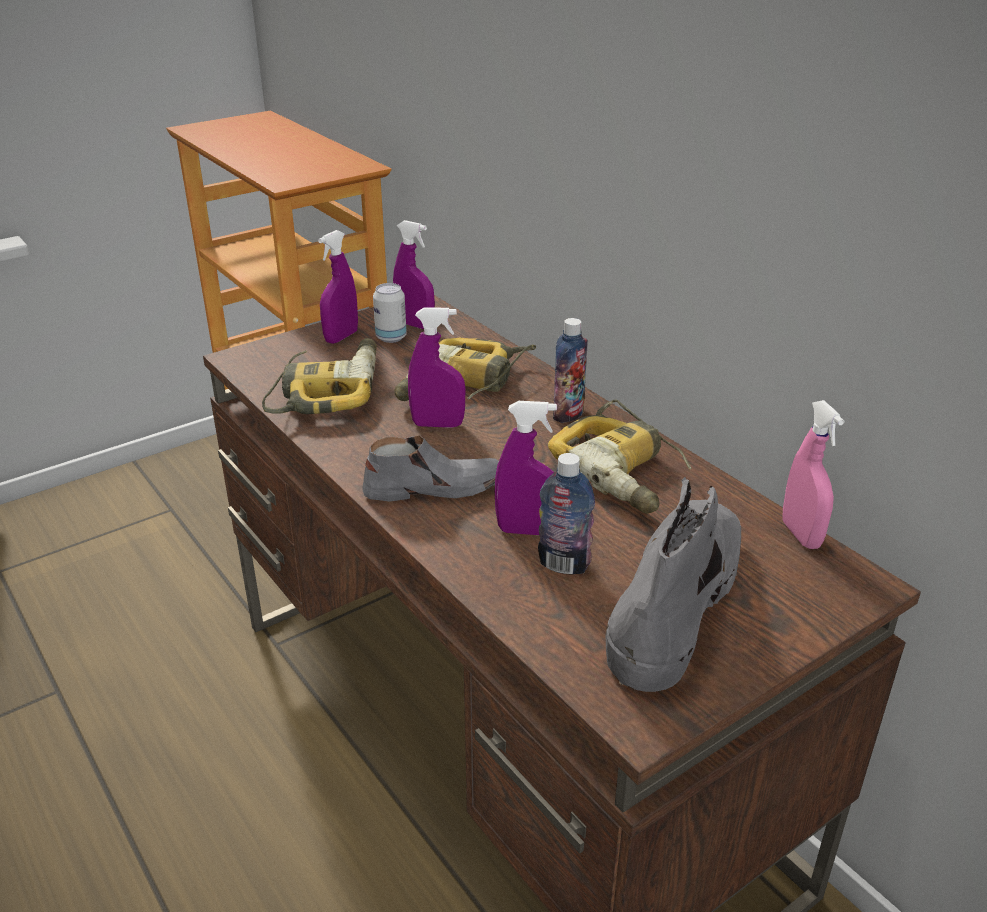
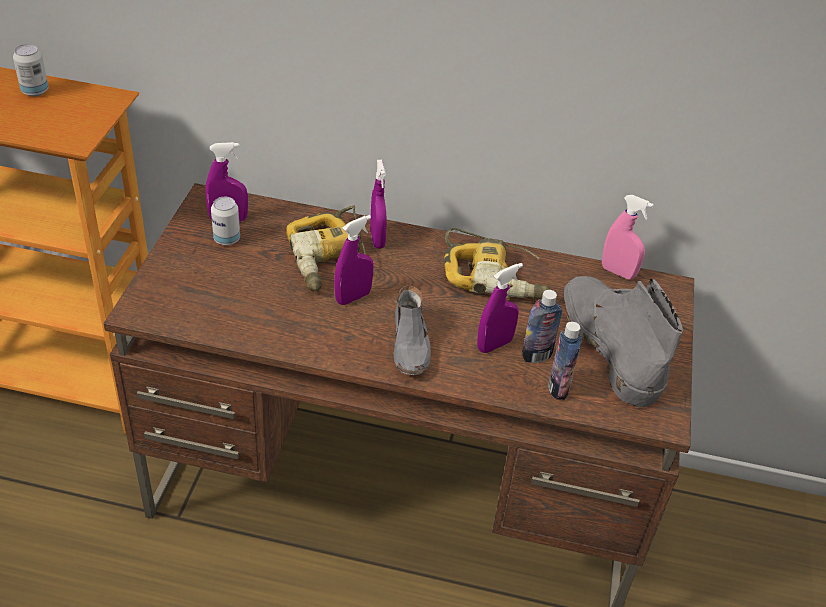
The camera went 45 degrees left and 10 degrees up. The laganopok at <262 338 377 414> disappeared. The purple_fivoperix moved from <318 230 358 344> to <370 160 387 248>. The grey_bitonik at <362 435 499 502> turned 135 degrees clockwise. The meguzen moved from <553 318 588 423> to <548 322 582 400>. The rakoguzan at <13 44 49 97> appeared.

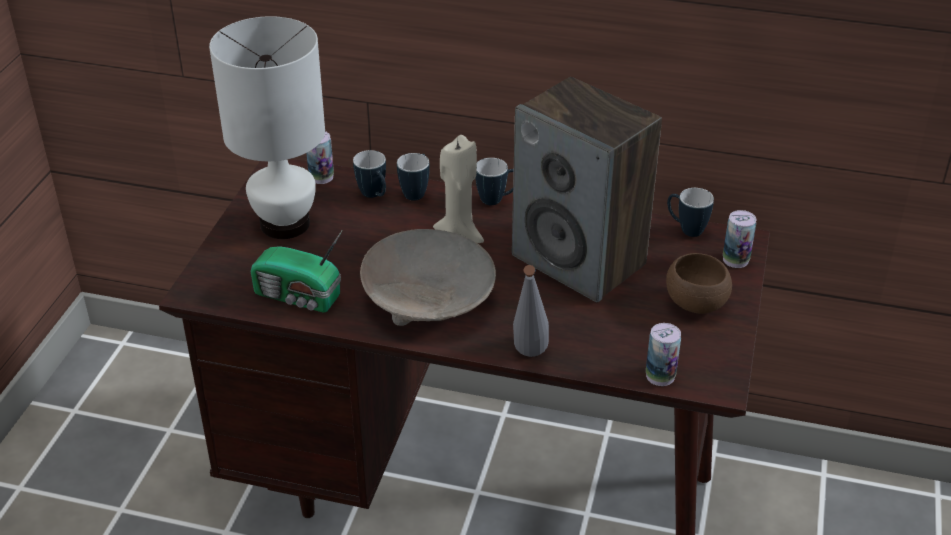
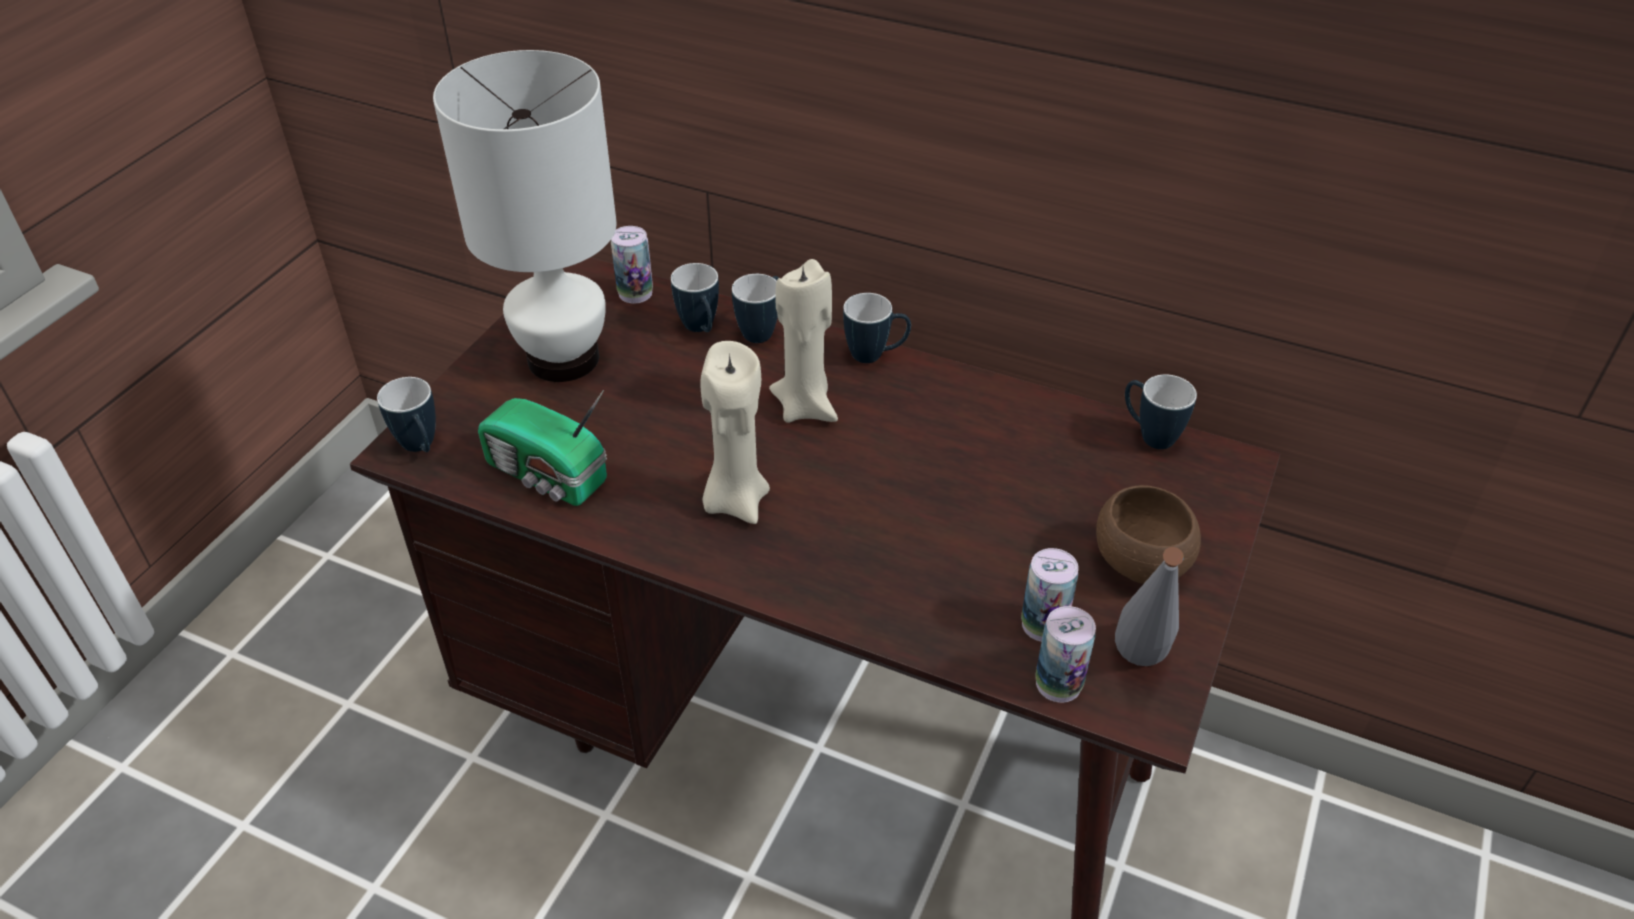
The camera went 10 degrees right and 5 degrees up. The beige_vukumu at <360 229 496 326> was replaced by the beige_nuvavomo at <700 341 770 524>. The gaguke at <512 77 662 302> disappeared. The grey_meguzen moved from <513 265 549 357> to <1115 547 1184 666>. The rakoguzan moved from <723 210 756 268> to <1021 548 1079 642>. The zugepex at <377 377 436 452> appeared.

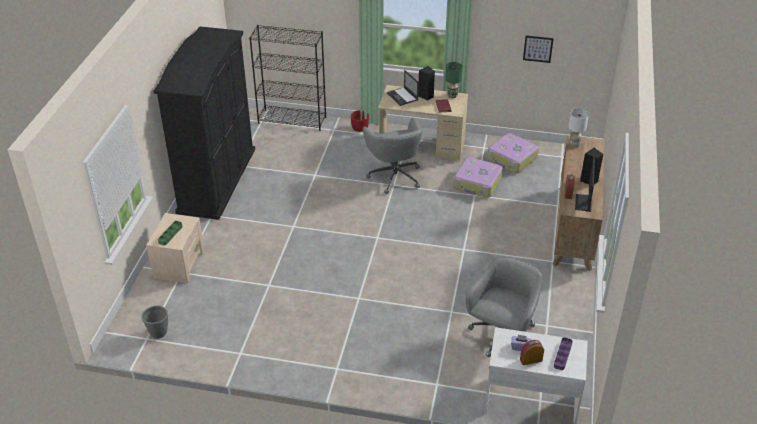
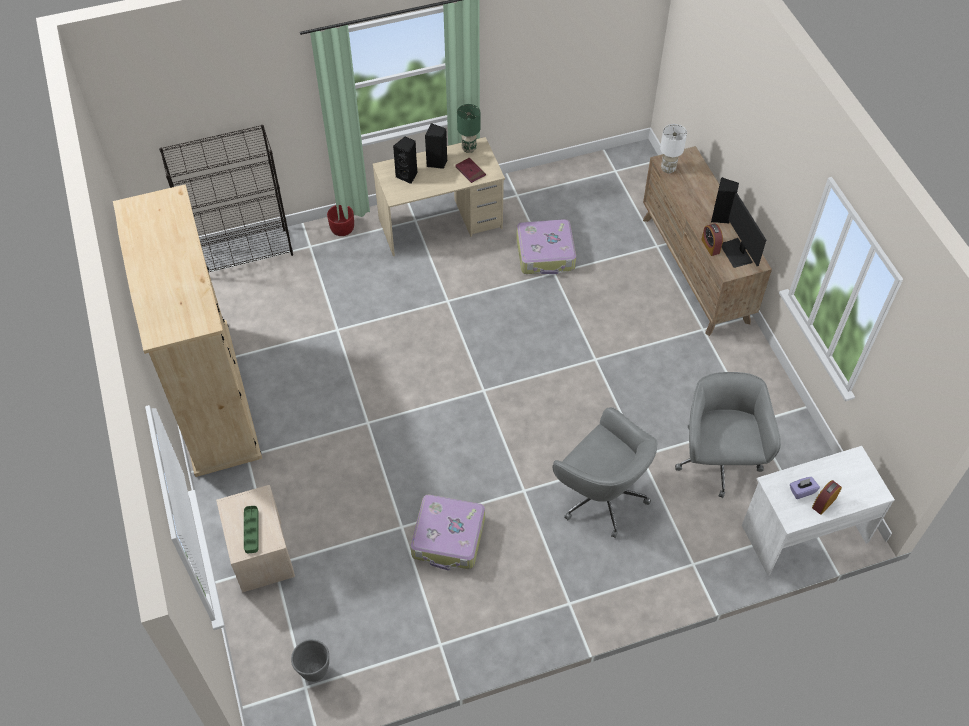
The camera went 30 degrees left and 15 degrees up. The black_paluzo at <153 26 255 220> became the beige_paluzo at <113 184 262 477>. The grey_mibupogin moved from <363 117 423 194> to <553 407 657 538>. The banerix at <387 70 419 106> was replaced by the black_gaguke at <393 136 418 184>. The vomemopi moved from <487 133 539 173> to <410 495 485 571>. The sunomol at <523 36 554 63> disappeared. The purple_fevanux at <554 337 573 370> disappeared.

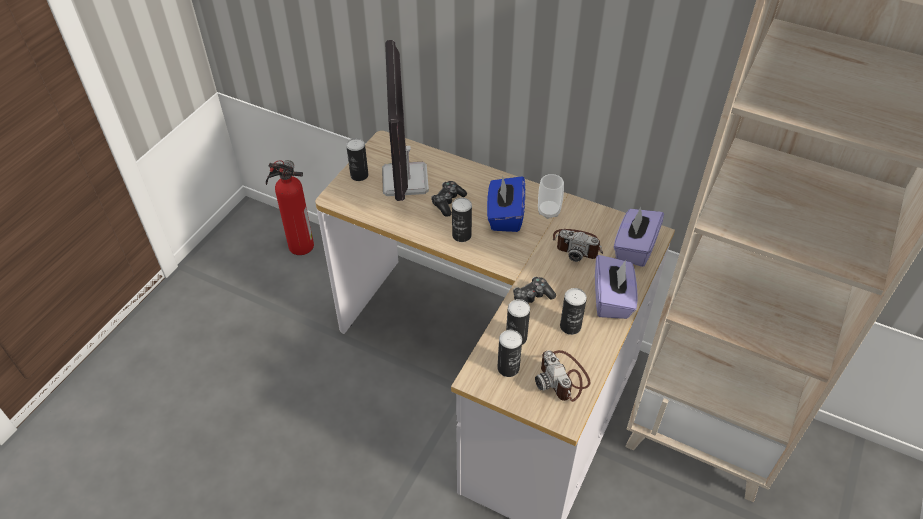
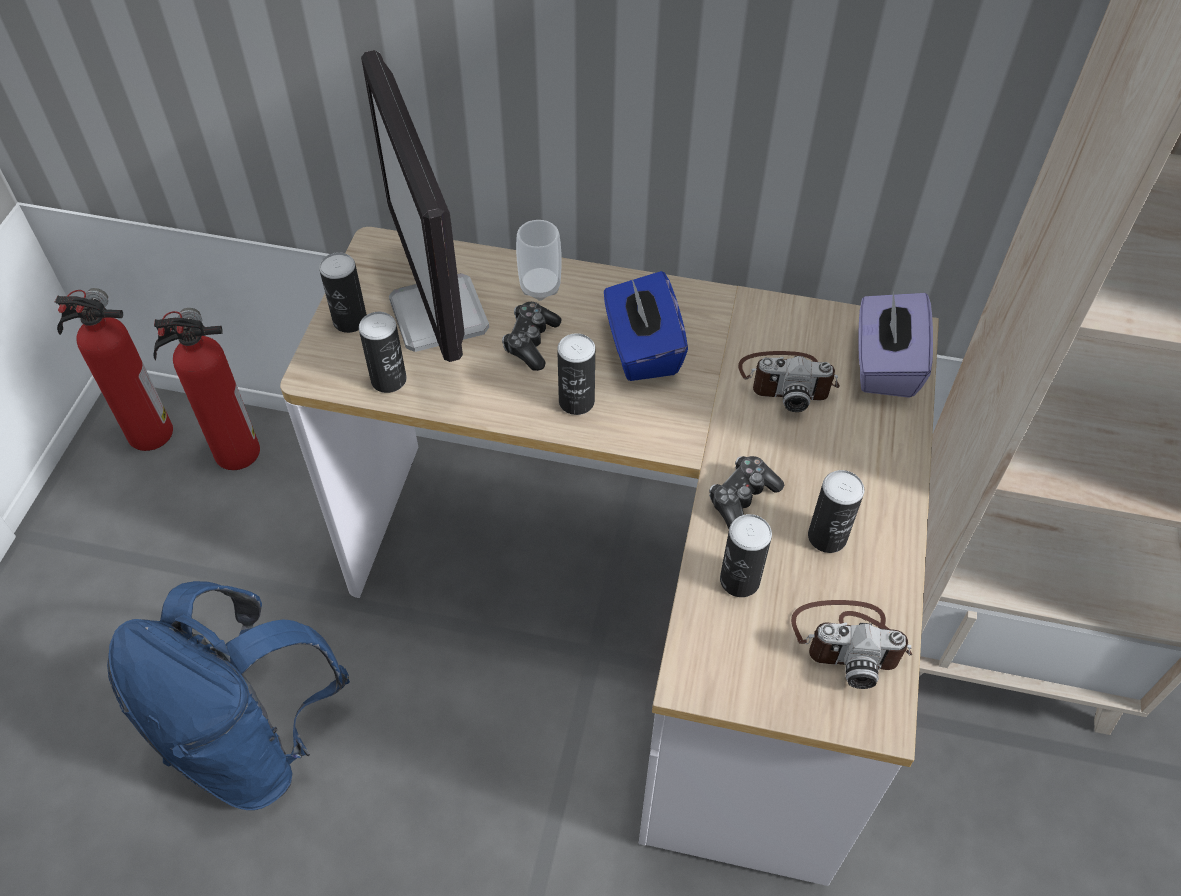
The camera went 15 degrees left and 5 degrees up. The rakoguzan moved from <497 330 522 377> to <359 312 407 393>. The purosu at <535 350 591 402> turned 45 degrees counterclockwise. The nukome moved from <538 174 564 219> to <516 220 562 301>. The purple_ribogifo at <595 255 638 319> disappeared. The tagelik at <55 288 173 451> appeared. The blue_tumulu at <107 581 350 810> appeared.

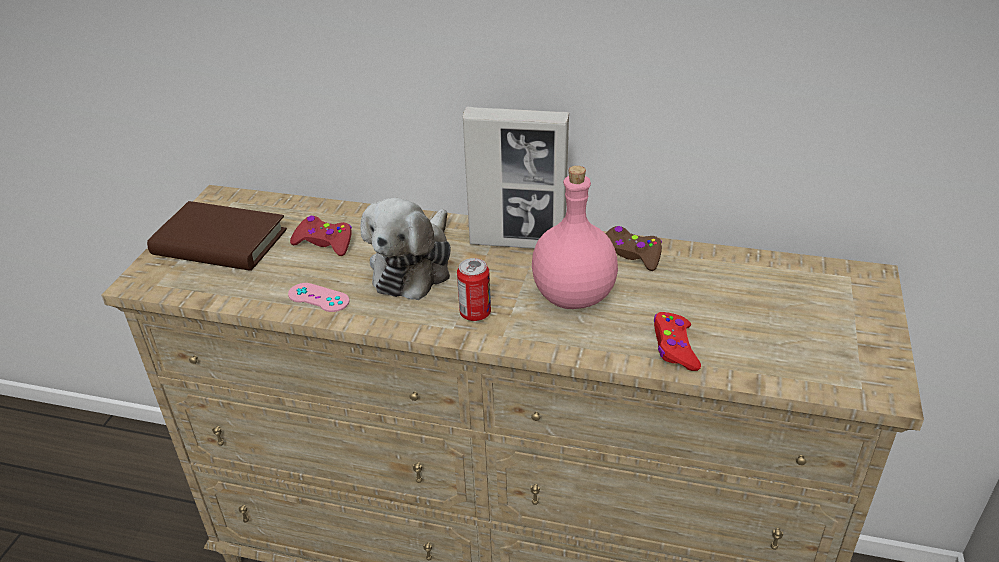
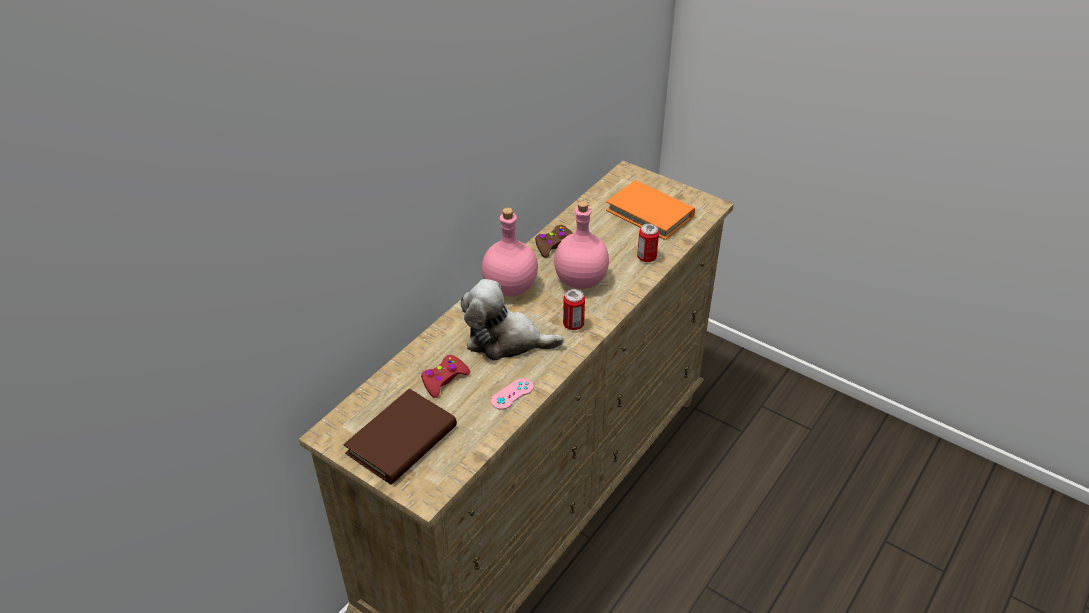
The camera went 70 degrees left and 5 degrees up. The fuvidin at <361 198 451 300> turned 150 degrees clockwise. The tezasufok at <463 107 569 249> was replaced by the pink_meguzen at <481 208 538 297>. The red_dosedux at <654 312 701 371> was replaced by the rakoguzan at <637 224 659 262>. The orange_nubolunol at <606 180 695 240> appeared.

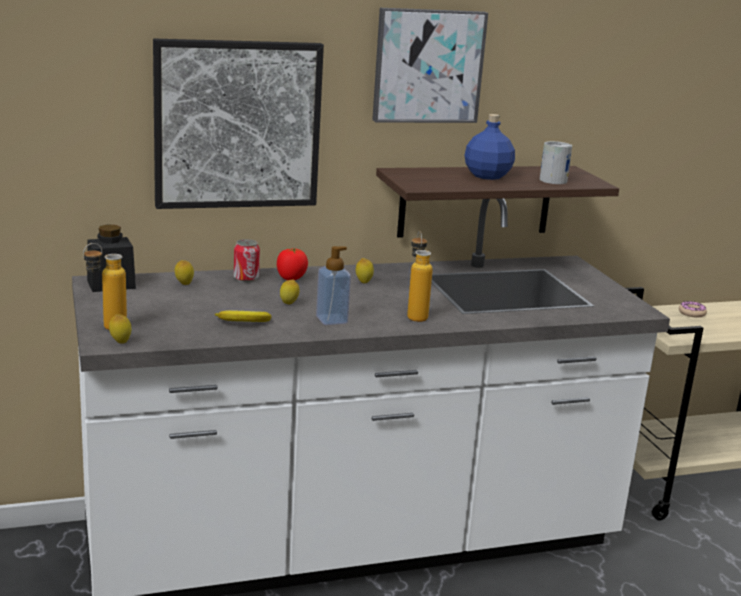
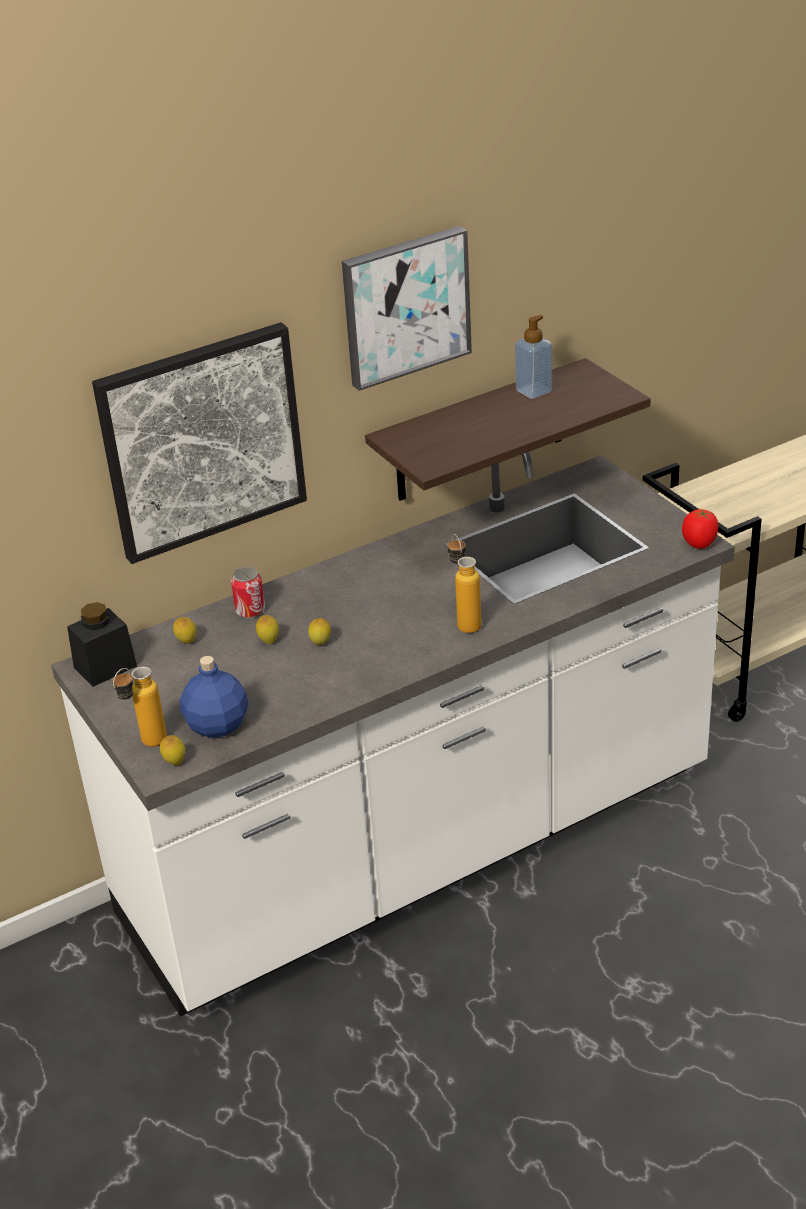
The camera went 10 degrees left and 15 degrees up. The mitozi at <215 310 272 322> disappeared. The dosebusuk moved from <277 248 308 280> to <682 509 719 549>. The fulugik moved from <316 246 351 325> to <515 315 552 399>. The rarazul moved from <356 258 374 283> to <256 615 279 644>. The blue_meguzen moved from <464 114 515 180> to <180 656 248 738>. The rakoguzan at <540 141 572 184> disappeared. The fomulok at <679 301 707 318> disappeared.

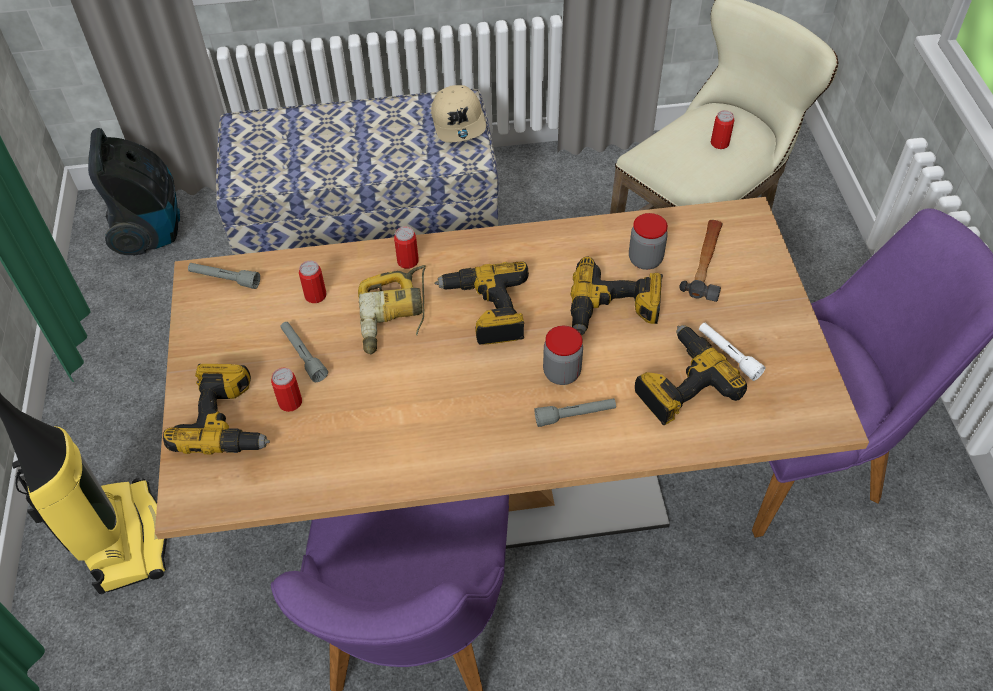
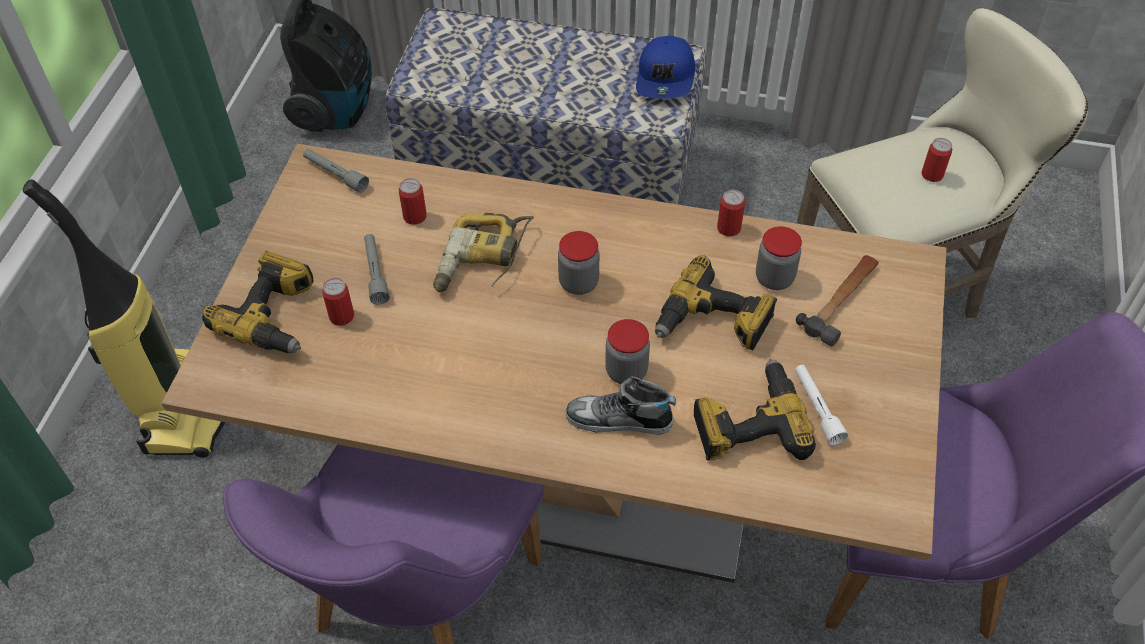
The camera went 20 degrees right and 0 degrees up. The rakoguzan moved from <394 226 419 269> to <717 190 745 236>. The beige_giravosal at <431 85 486 143> became the blue_giravosal at <636 36 695 98>. The laganopok at <434 261 529 345> was replaced by the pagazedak at <558 231 599 295>. The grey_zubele at <535 398 616 427> was replaced by the bitonik at <566 376 676 435>.

